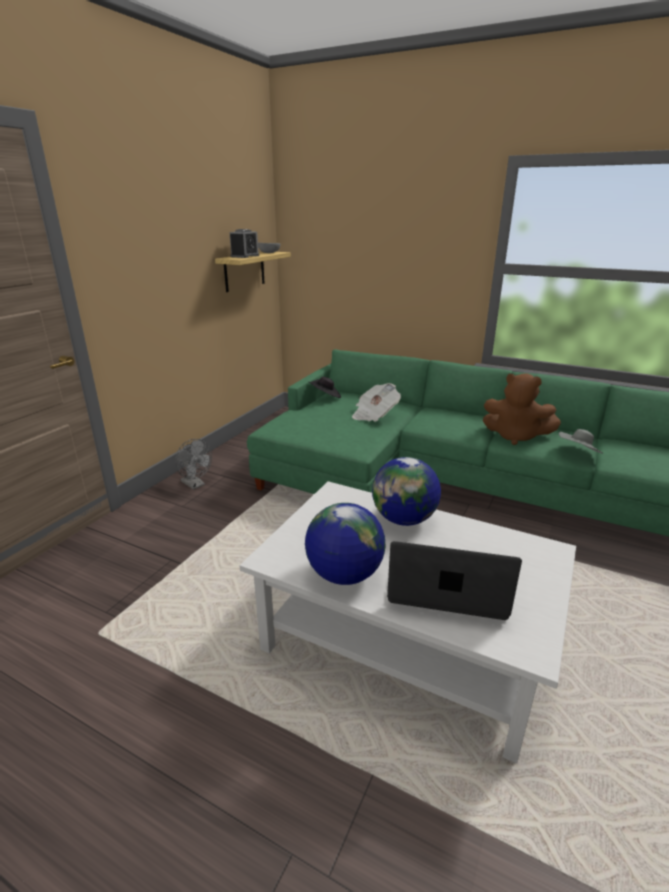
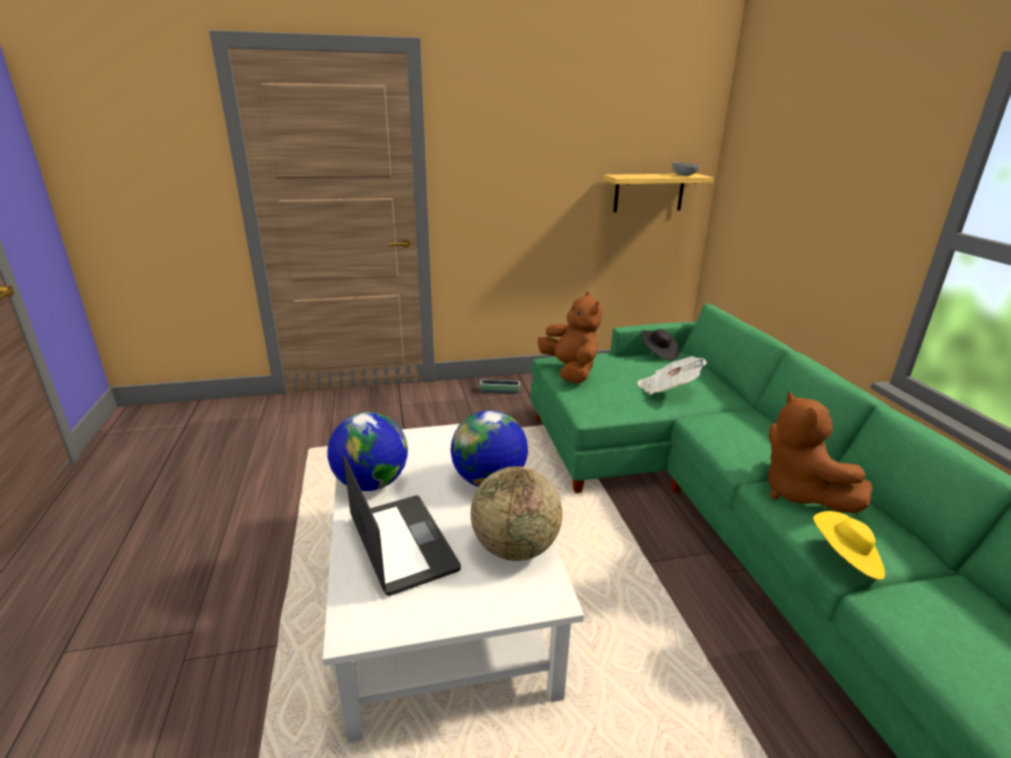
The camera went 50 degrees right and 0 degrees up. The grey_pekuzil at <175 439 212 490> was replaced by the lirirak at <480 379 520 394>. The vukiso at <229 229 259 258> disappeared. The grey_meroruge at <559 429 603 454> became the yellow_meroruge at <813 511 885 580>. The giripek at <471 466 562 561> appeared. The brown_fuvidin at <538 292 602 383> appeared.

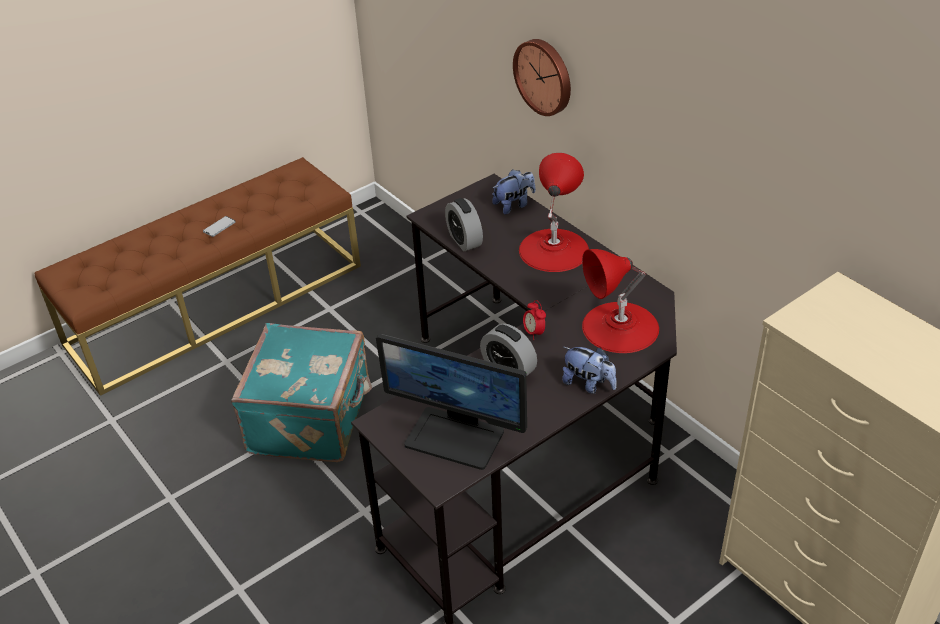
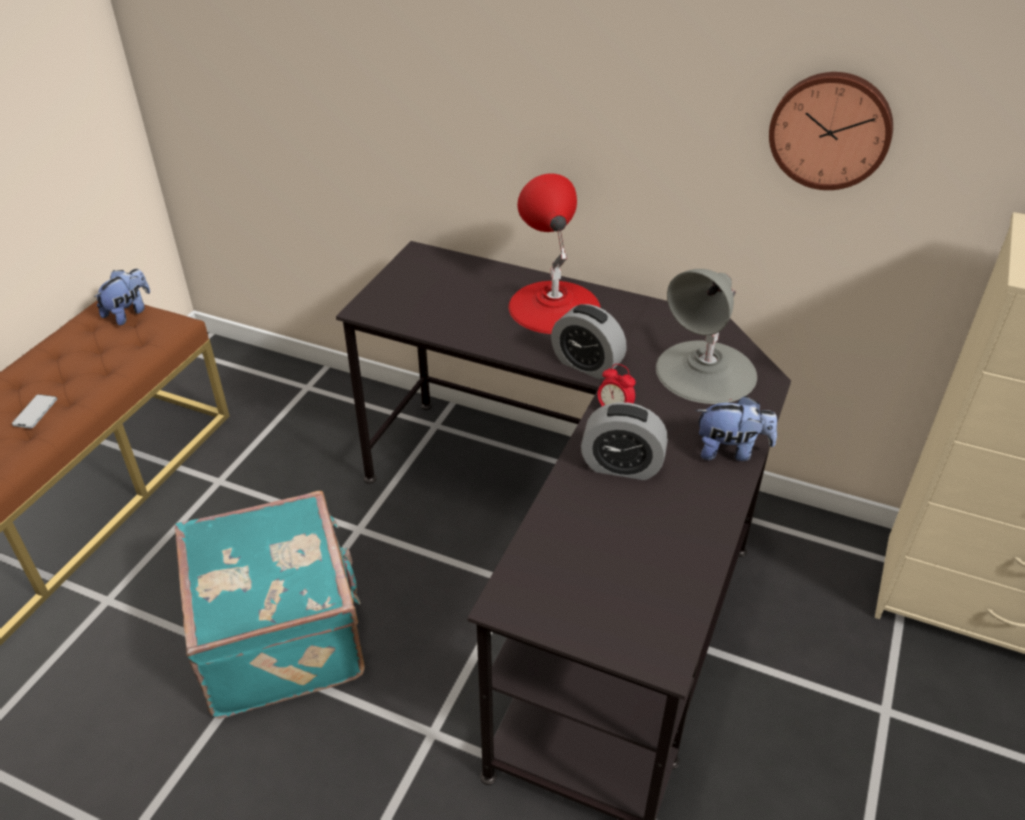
The camera went 30 degrees left and 0 degrees up. The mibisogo at <376 334 527 470> disappeared. The vukiso moved from <445 198 483 251> to <551 304 627 379>. The fuvidin moved from <492 169 535 215> to <94 269 150 326>. The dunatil moved from <513 39 571 116> to <769 72 893 190>. The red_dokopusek at <582 249 659 353> became the grey_dokopusek at <656 269 757 404>.

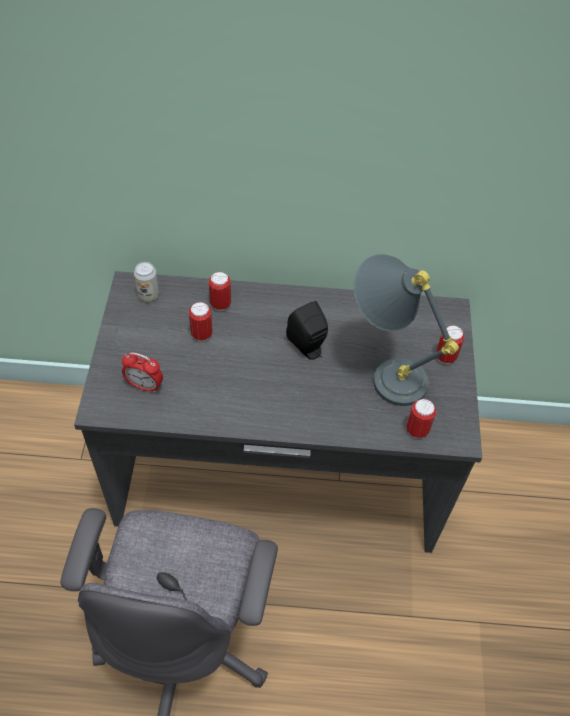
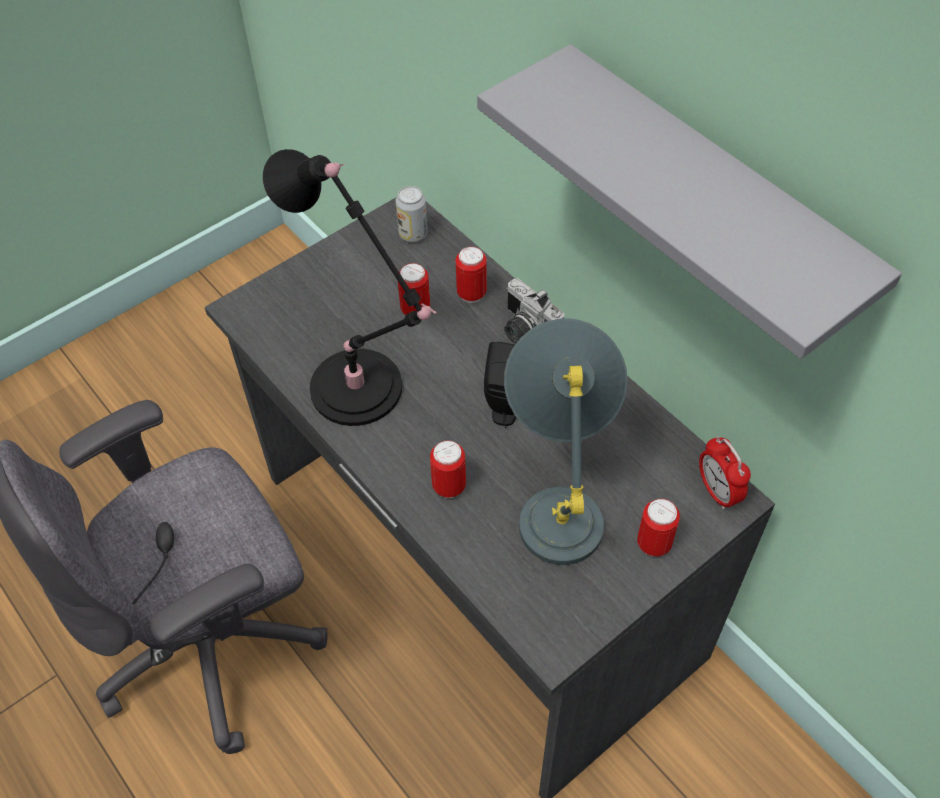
The camera went 50 degrees right and 0 degrees up. The vukiso moved from <122 352 163 393> to <699 436 751 510>. The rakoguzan moved from <406 399 436 438> to <430 440 466 498>. The black_dokopusek at <263 149 437 426> appeared. The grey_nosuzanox at <477 44 902 359> appeared. The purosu at <504 278 564 344> appeared.

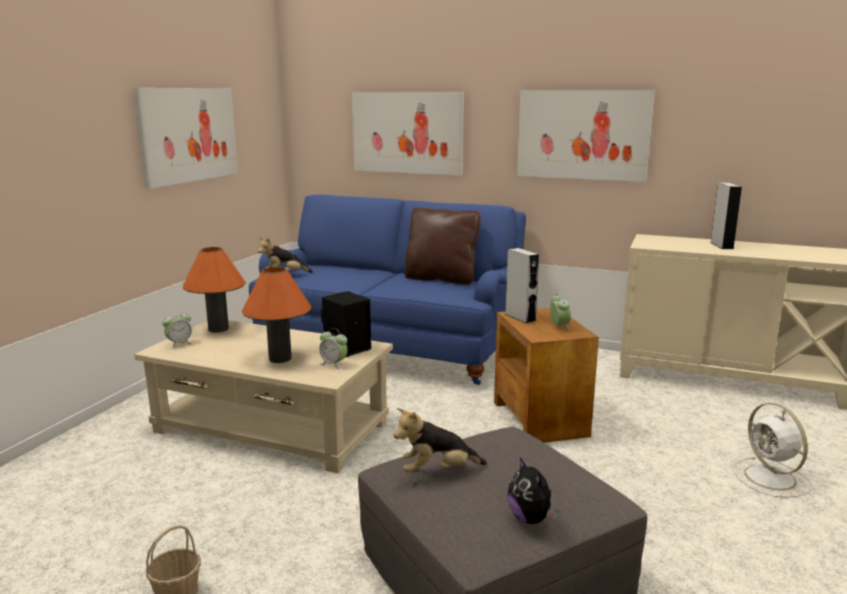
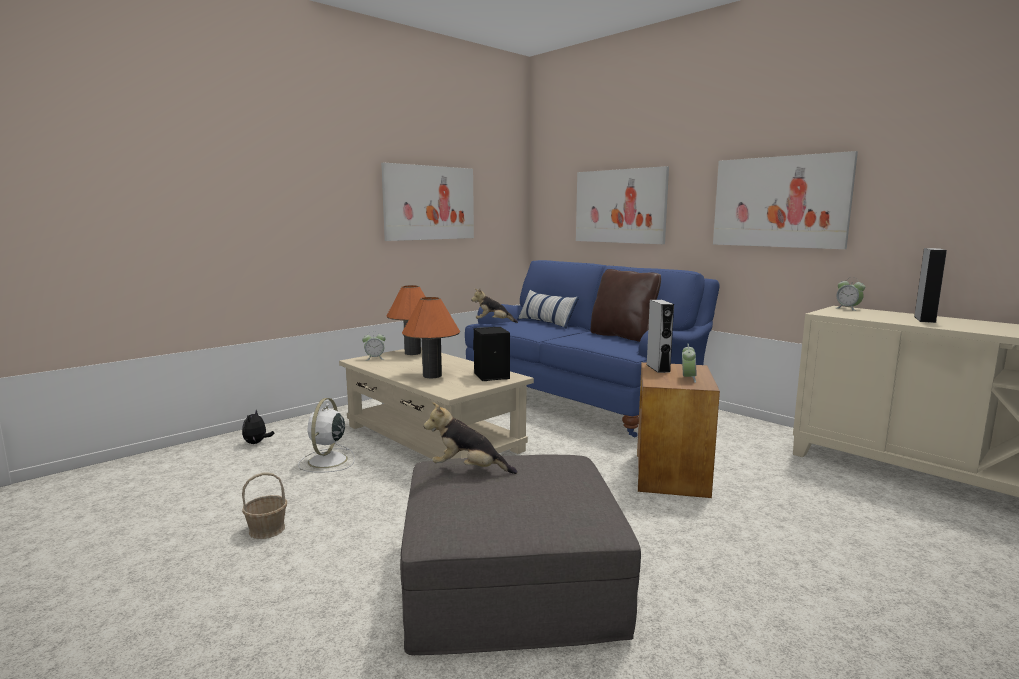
The camera went 25 degrees right and 5 degrees down. The vukiso moved from <319 328 347 369> to <837 277 865 311>. The fuvidin moved from <508 457 557 524> to <242 410 275 444>. The white_pekuzil moved from <733 403 812 498> to <298 398 355 472>. The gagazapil at <517 290 579 329> appeared.

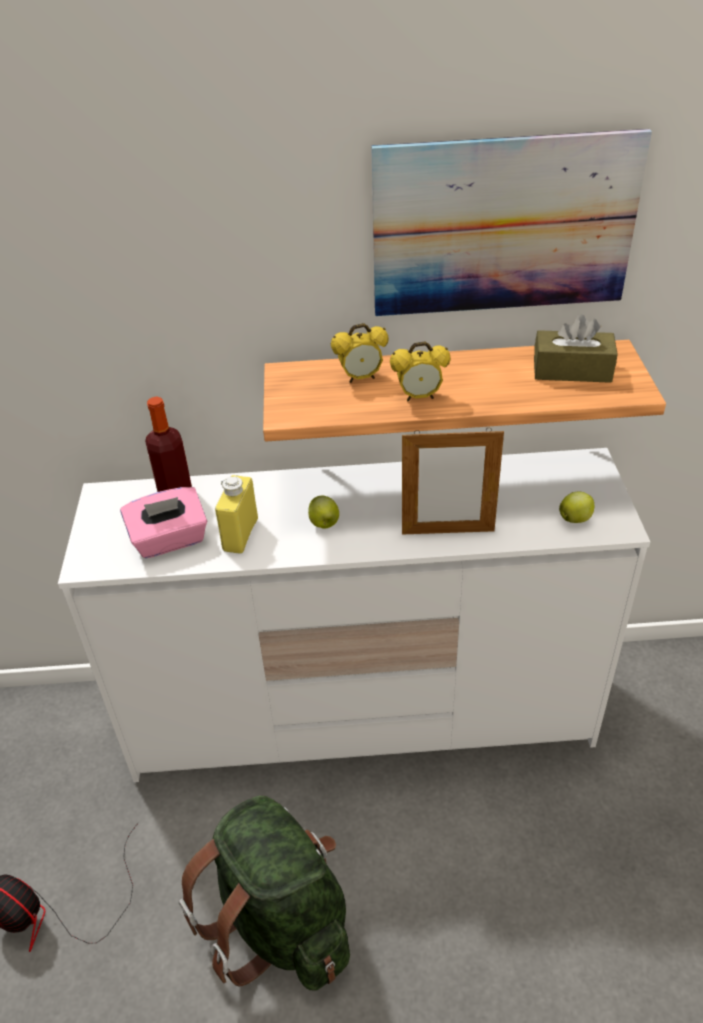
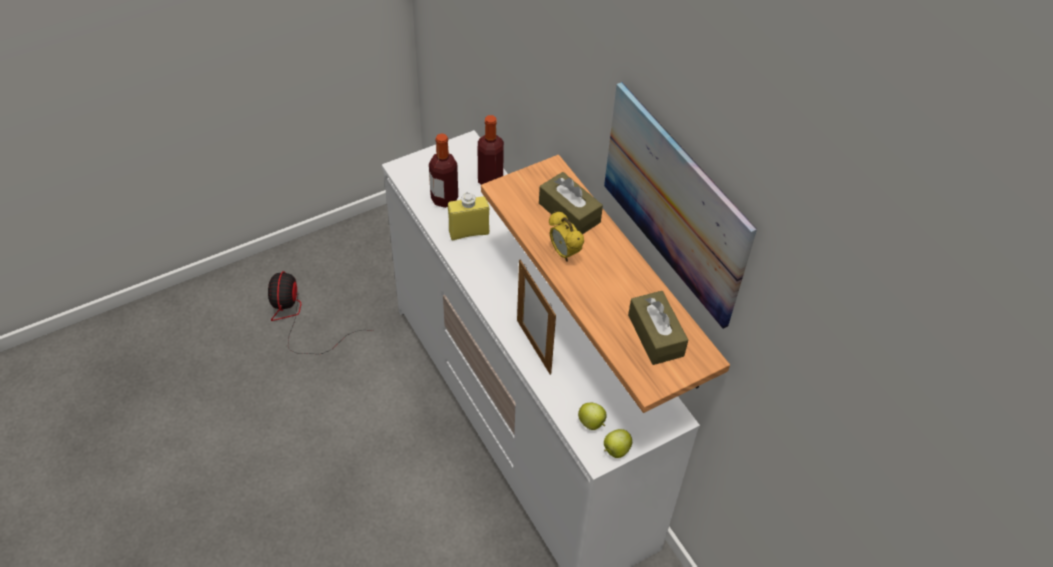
The camera went 60 degrees right and 10 degrees up. The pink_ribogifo at <120 487 207 559> was replaced by the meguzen at <429 133 458 208>. The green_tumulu at <179 795 350 991> disappeared. The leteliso moved from <308 496 339 529> to <604 429 632 458>. The vukiso at <331 323 389 383> was replaced by the brown_ribogifo at <539 172 603 234>.

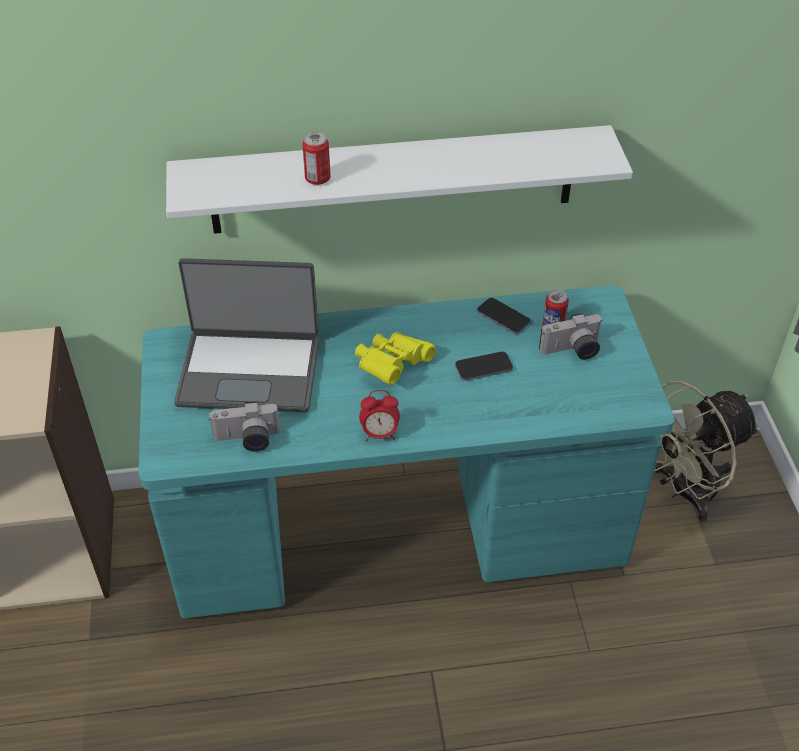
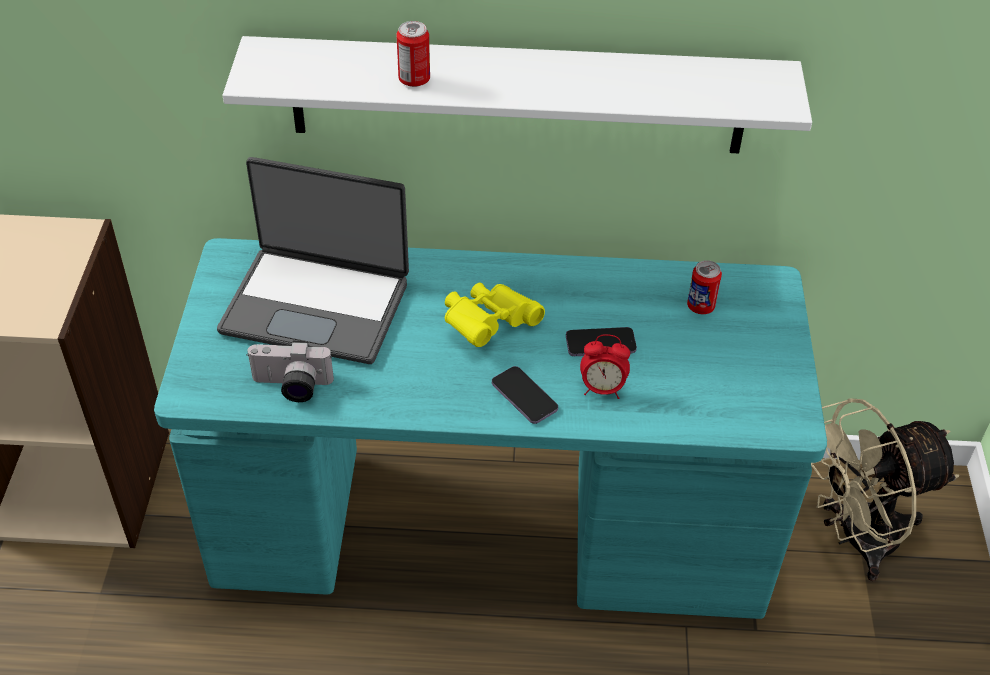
The camera went 10 degrees right and 0 degrees up. The vukiso moved from <359 390 400 441> to <580 334 630 399>. The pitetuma moved from <477 298 531 334> to <492 366 558 424>. The purosu at <539 313 602 360> disappeared.

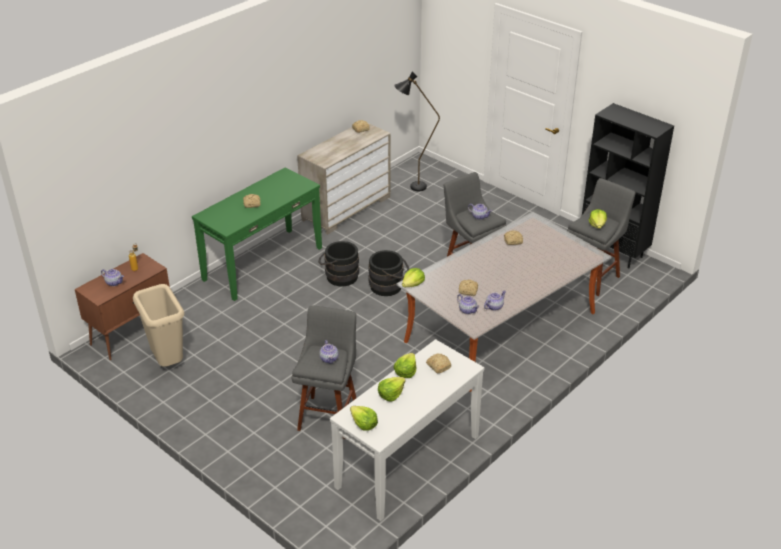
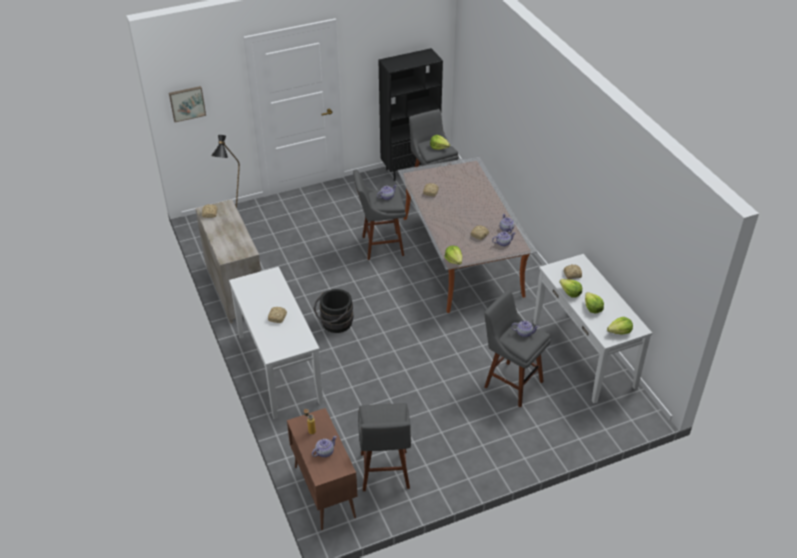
The camera went 65 degrees left and 5 degrees up. The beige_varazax at <133 284 184 367> was replaced by the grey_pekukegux at <358 403 411 491>. The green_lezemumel at <192 167 322 301> became the white_lezemumel at <229 267 323 419>. The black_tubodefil at <368 250 409 296> disappeared. The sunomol at <169 86 206 122> appeared.

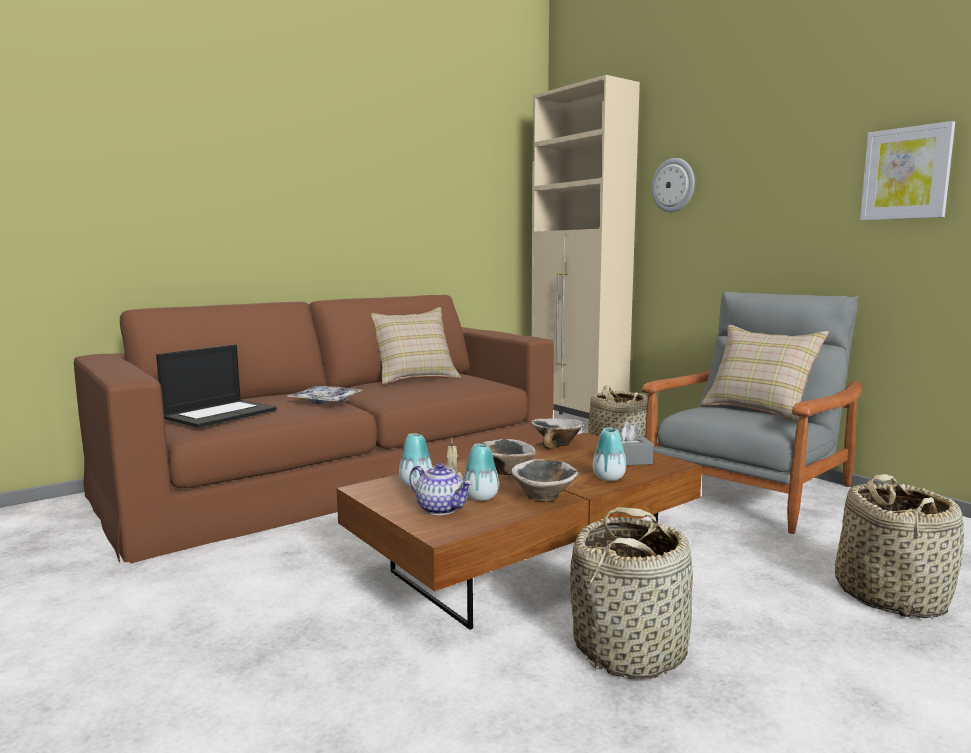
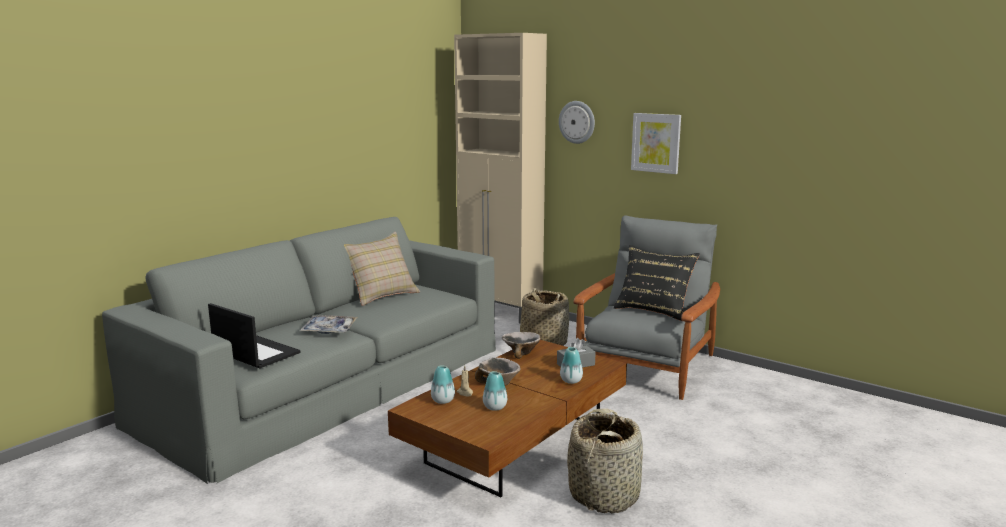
The camera went 15 degrees left and 5 degrees up. The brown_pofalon at <74 295 554 564> became the grey_pofalon at <102 217 496 484>. The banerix at <156 344 276 428> turned 75 degrees counterclockwise. The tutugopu at <409 463 473 515> disappeared. The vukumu at <511 459 579 502> disappeared. The beige_gagazapil at <701 325 829 423> became the black_gagazapil at <614 245 700 321>. The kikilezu at <835 474 964 618> disappeared. The sunomol moved from <860 121 955 220> to <631 113 681 174>.

